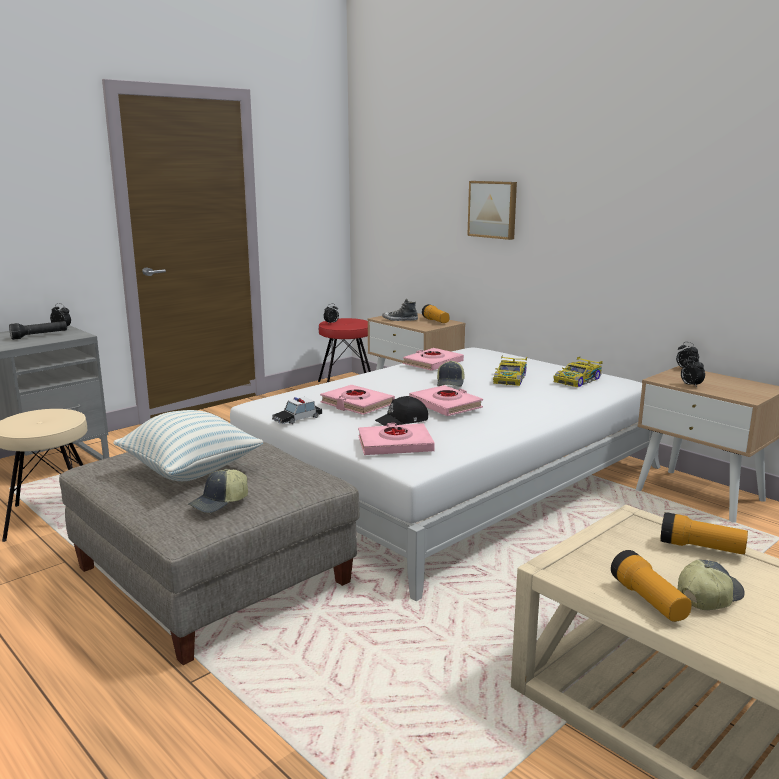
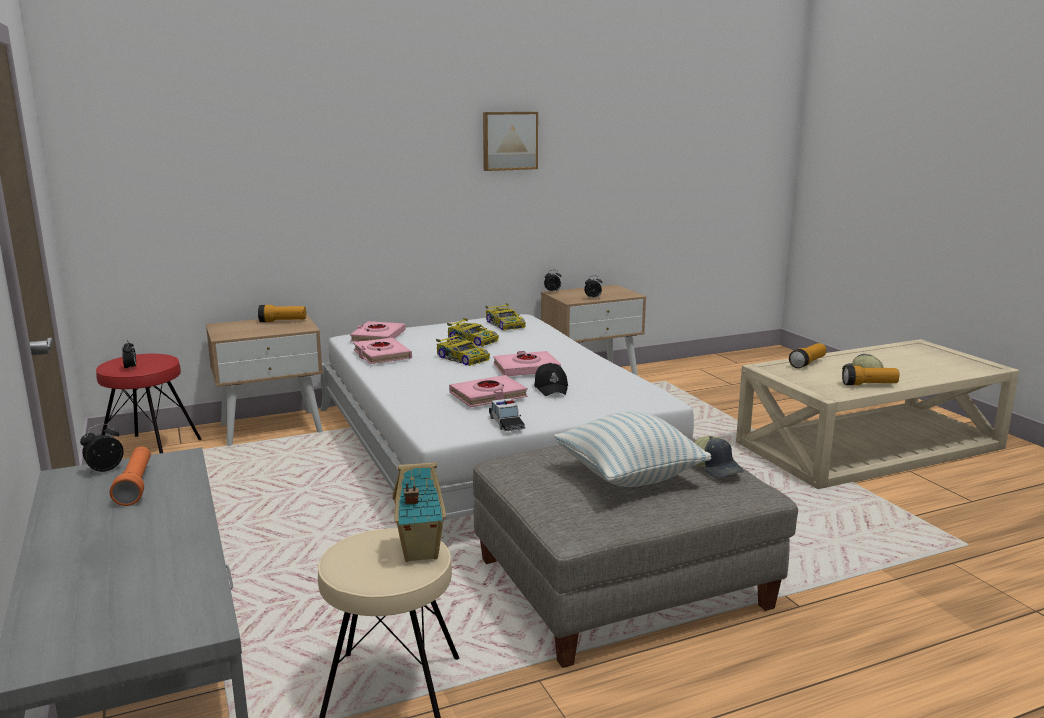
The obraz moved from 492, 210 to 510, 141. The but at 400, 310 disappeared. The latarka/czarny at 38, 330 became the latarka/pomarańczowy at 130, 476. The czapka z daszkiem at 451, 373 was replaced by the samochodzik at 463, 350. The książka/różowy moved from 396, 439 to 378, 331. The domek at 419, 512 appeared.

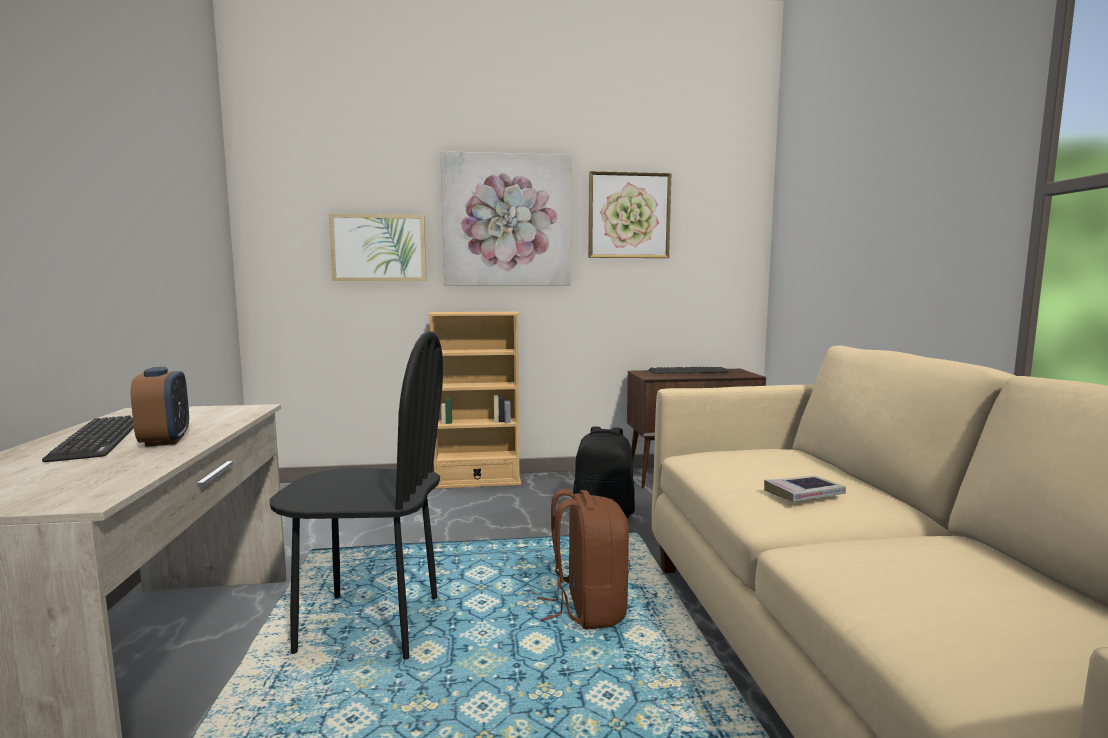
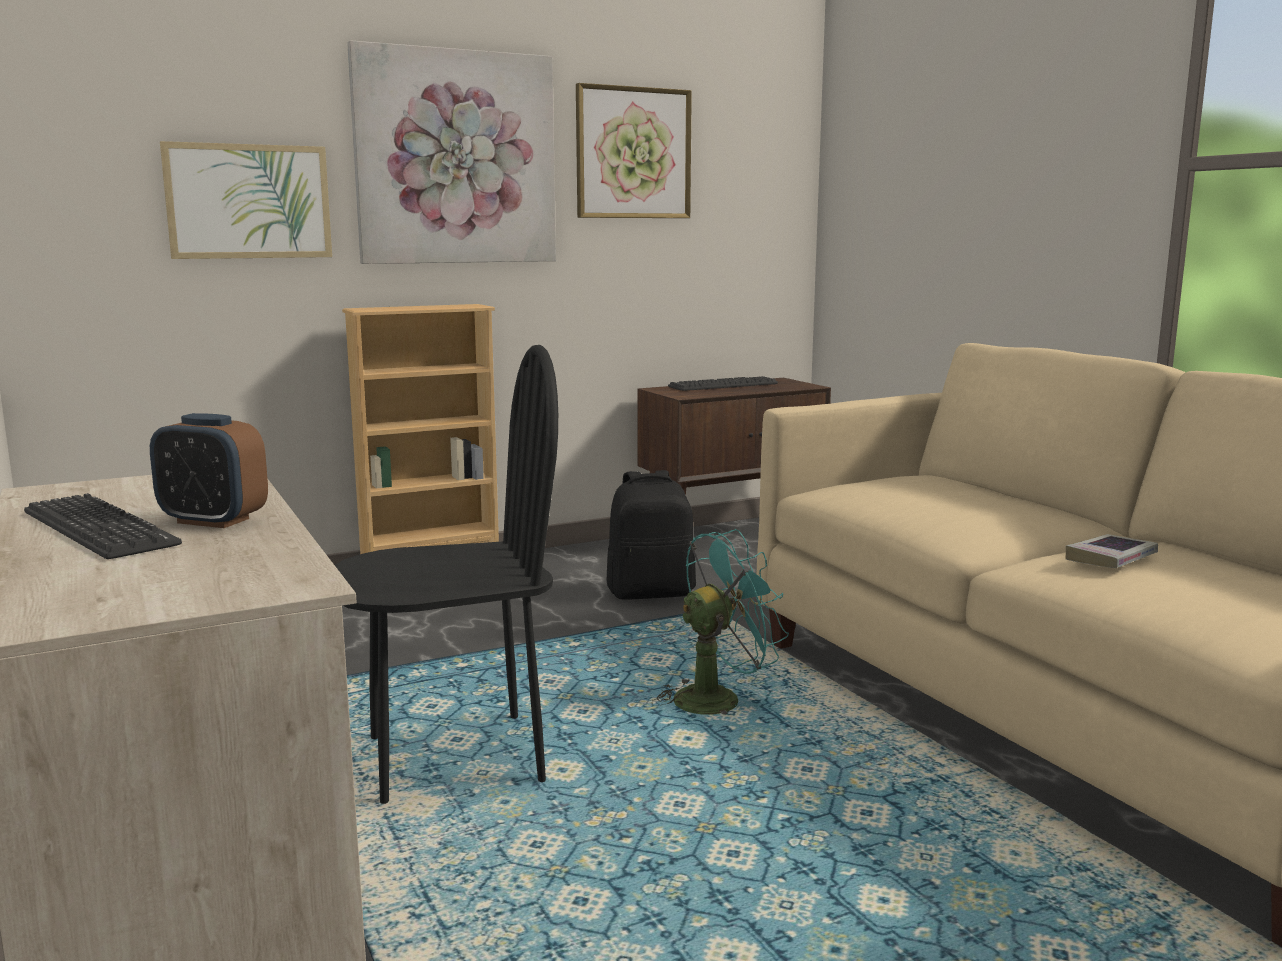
The budzik at 160, 407 turned 150 degrees clockwise. The książka moved from 805, 489 to 1112, 551. The plecak/brązowy at 583, 559 was replaced by the wentylator/turkusowy at 720, 622.

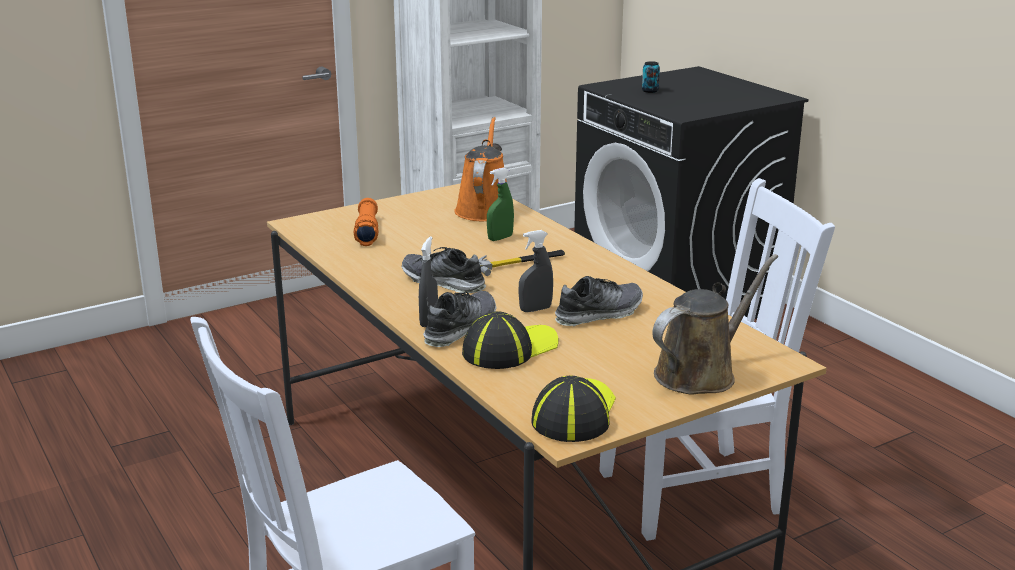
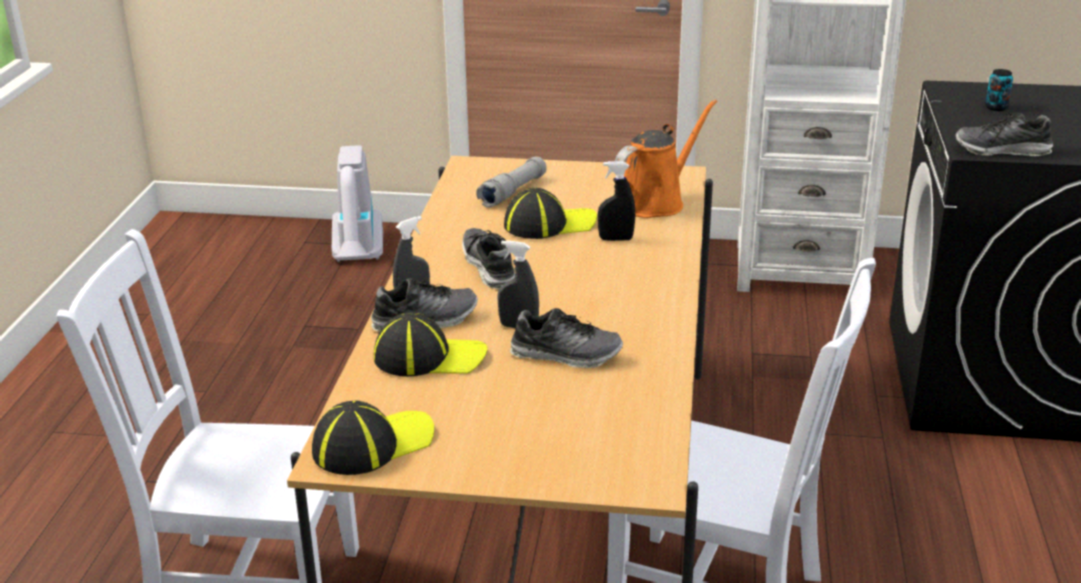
The spryskiwacz/zielony at 500, 204 became the spryskiwacz/czarny at 616, 201. The latarka/pomarańczowy at 366, 222 became the latarka/szary at 511, 182. The młotek at 521, 263 disappeared. The konewka/brązowy at 715, 324 disappeared. The but at 1004, 134 appeared. The odkurzacz at 357, 203 appeared. The czapka z daszkiem at 550, 213 appeared.

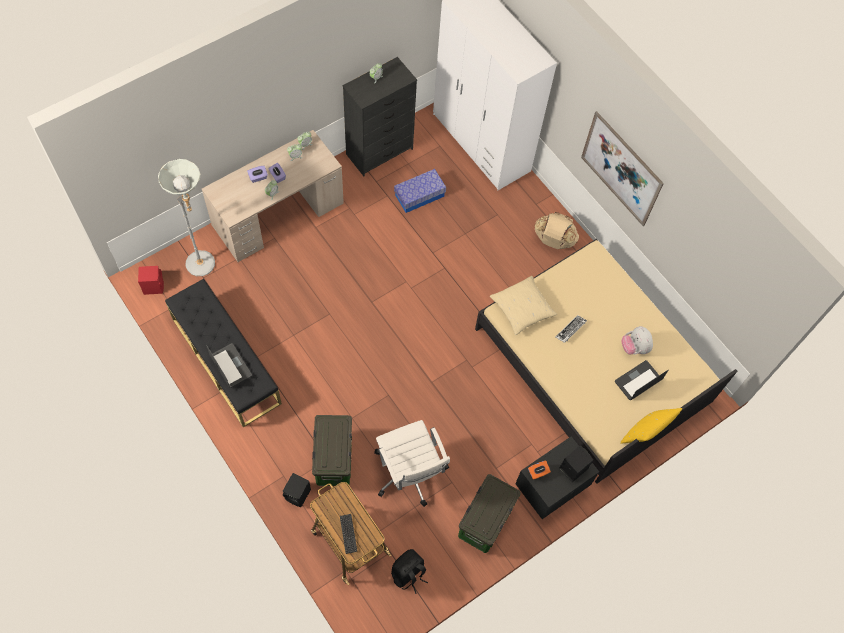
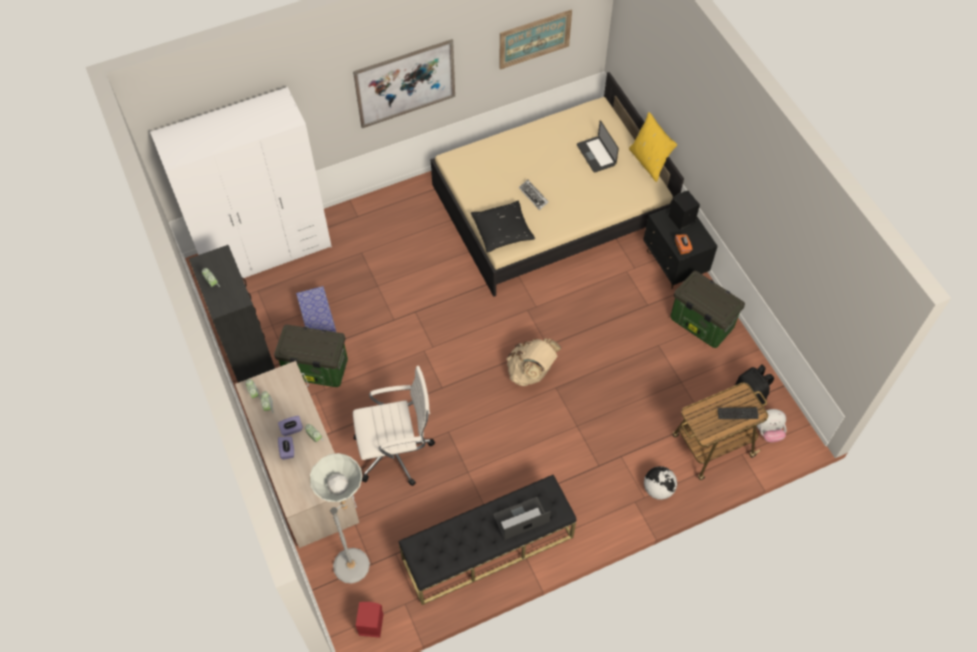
The plecak/beżowy moved from 556, 230 to 533, 362. The poduszka/beżowy at 523, 305 became the poduszka/czarny at 503, 226. The pluszak moved from 637, 340 to 772, 425. The pojemnik do przechowywania moved from 332, 450 to 311, 355. The krzesło biurowe/biały moved from 412, 463 to 394, 426. The głośnik/czarny at 297, 490 was replaced by the globus at 660, 483. The obraz at 535, 40 appeared.

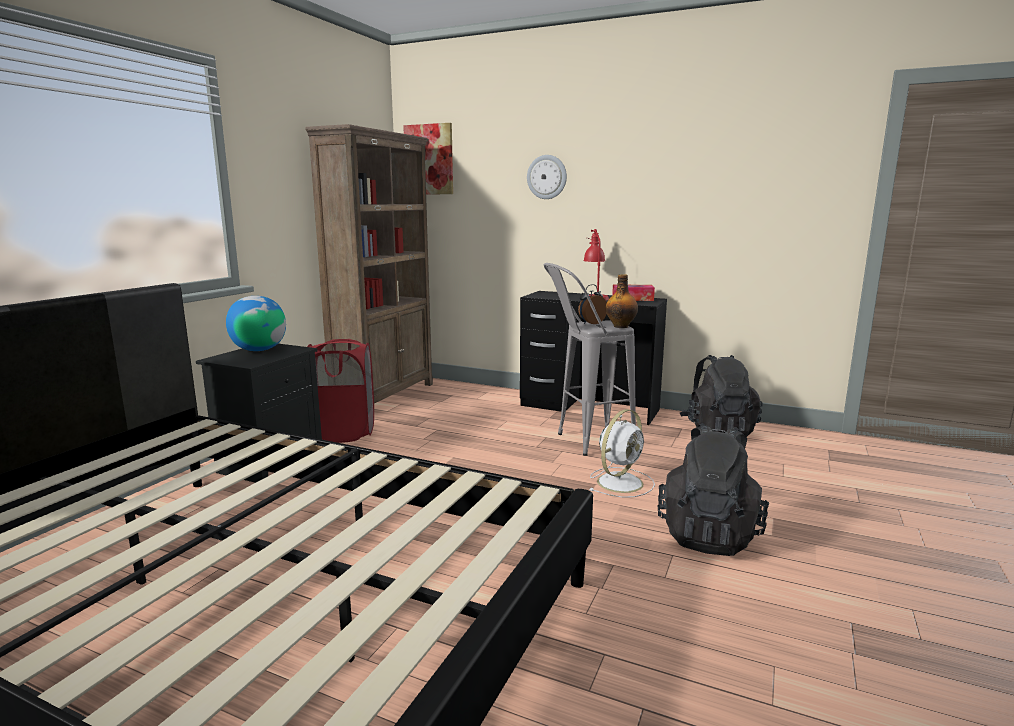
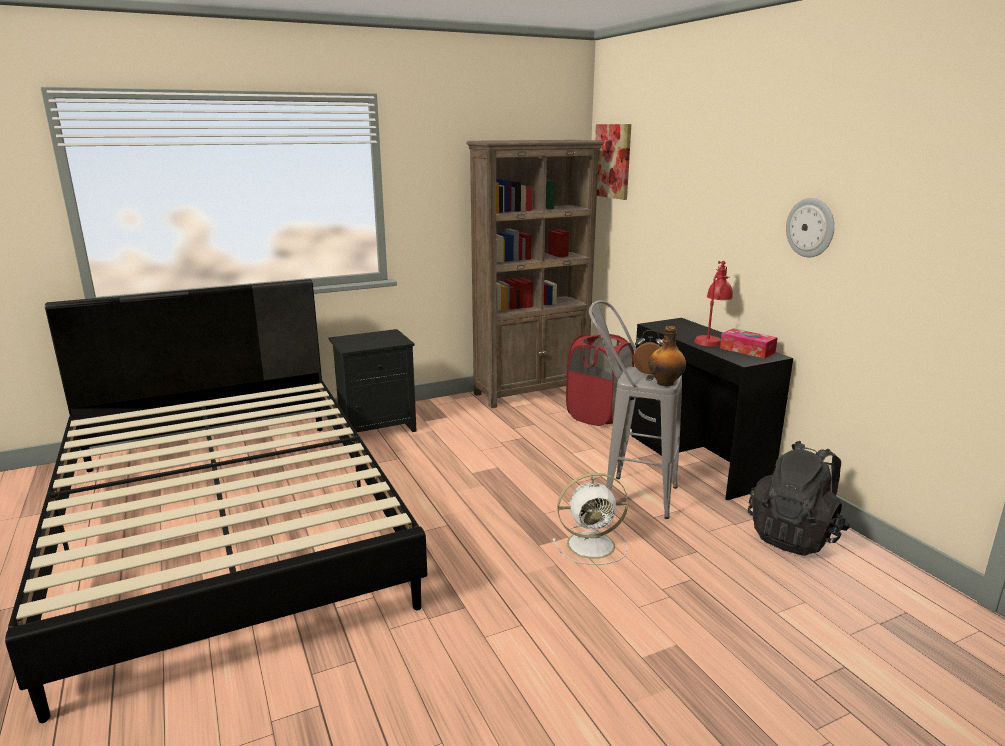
The zegar ścienny moved from 547, 177 to 810, 227. The globus at 256, 323 disappeared. The kosz na pranie/czerwony moved from 340, 391 to 600, 380. The plecak/czarny at 713, 489 disappeared.

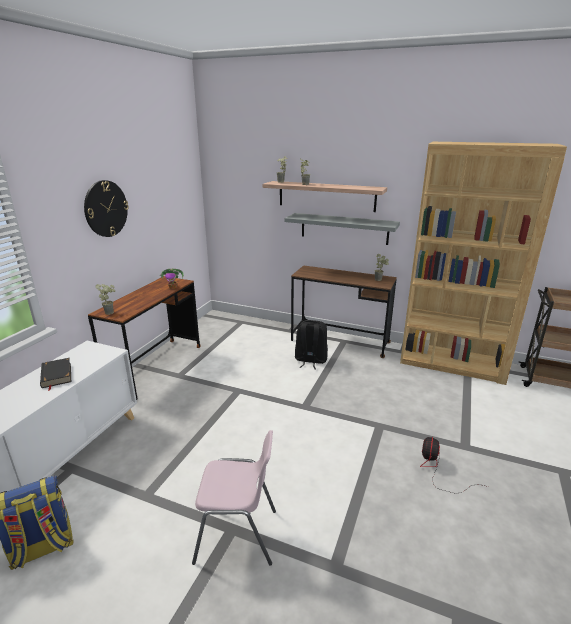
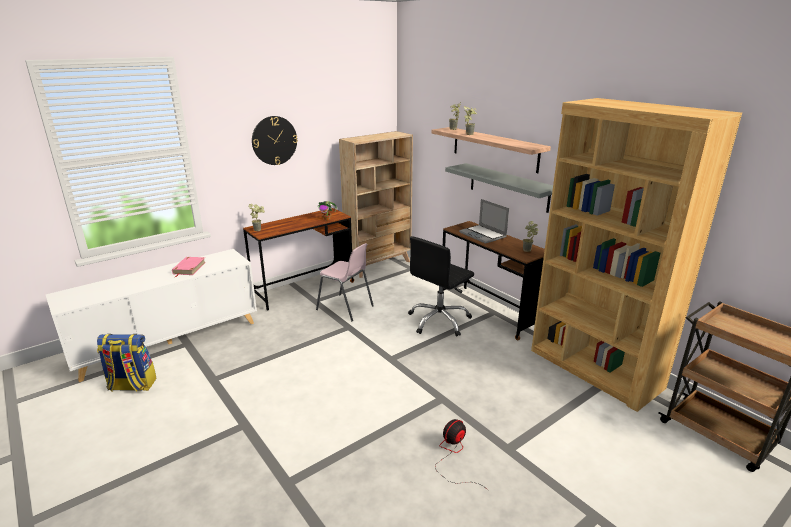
The plecak/czarny at 311, 345 was replaced by the krzesło biurowe/czarny at 441, 286. The książka/czarny at 55, 374 became the książka/różowy at 189, 267. The krzesło/różowy moved from 234, 498 to 345, 282. The regał/beżowy at 376, 204 appeared. The laptop at 484, 221 appeared.

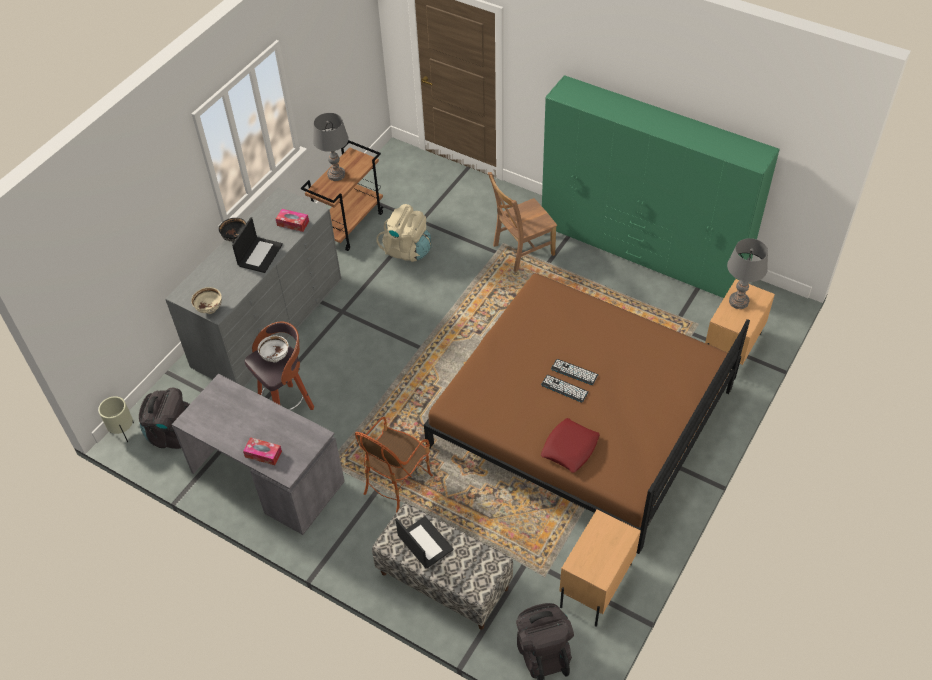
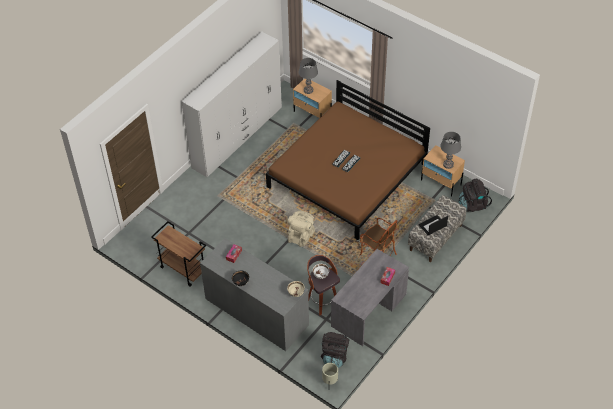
The szafa/zielony at 661, 186 became the szafa/biały at 231, 104. The lampa stołowa/szary moved from 331, 147 to 450, 150. The krzesło/brązowy at 522, 222 disappeared. The plecak/beżowy moved from 403, 233 to 301, 229. The laptop at 257, 245 disappeared. The poduszka/czerwony at 570, 445 disappeared.

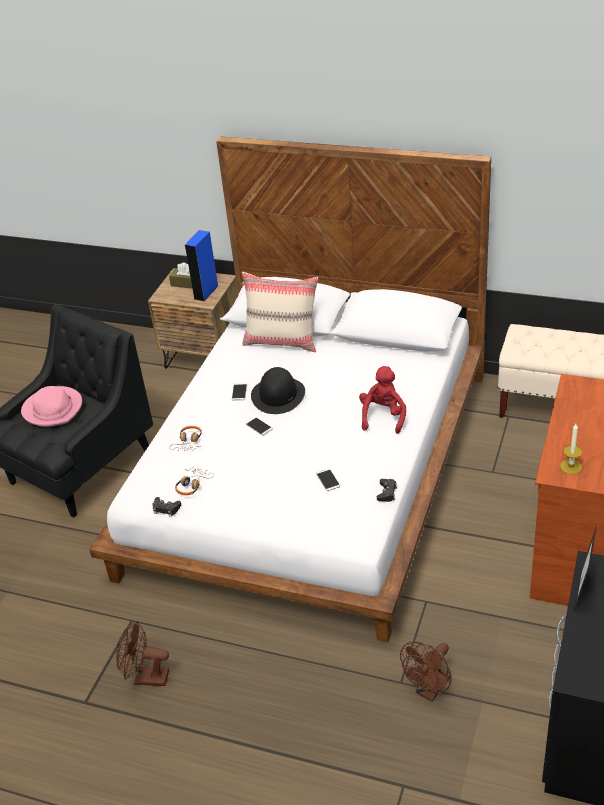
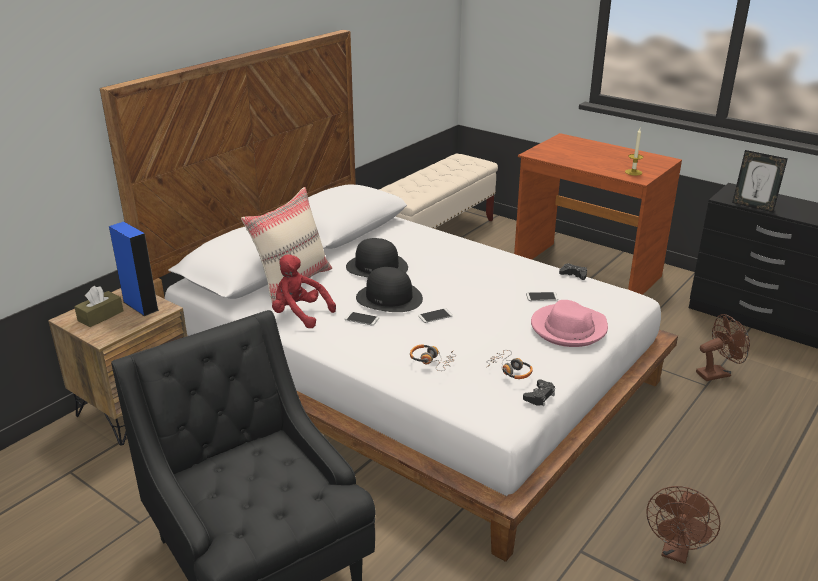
The pluszak/czerwony moved from 382, 400 to 304, 291. The kapelusz/różowy moved from 51, 406 to 569, 323. The wentylator/brązowy at 425, 672 turned 75 degrees counterclockwise. The kapelusz/czarny at 377, 257 appeared.

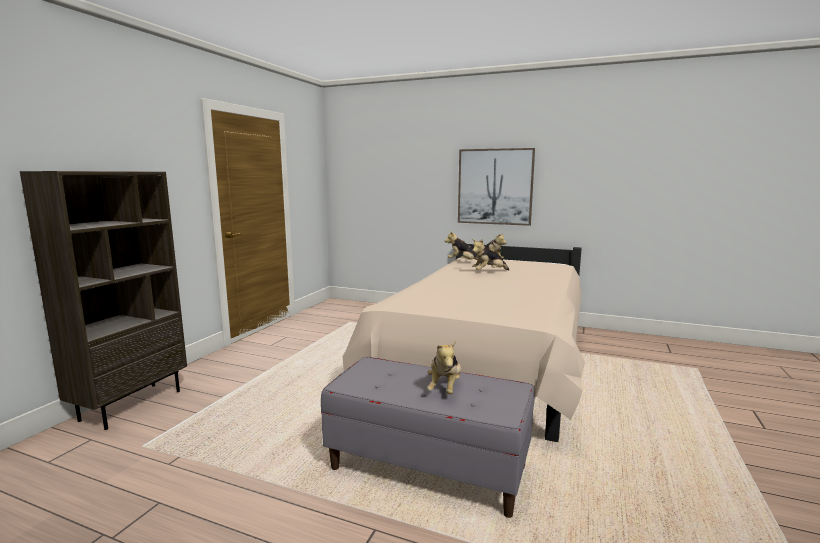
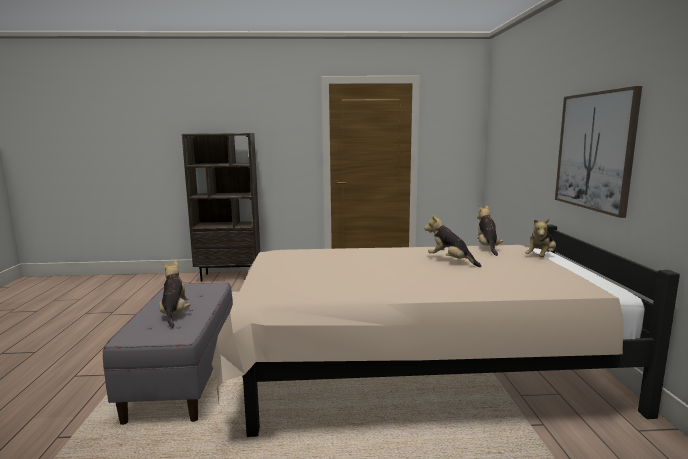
The pluszak at 444, 367 turned 90 degrees clockwise.

